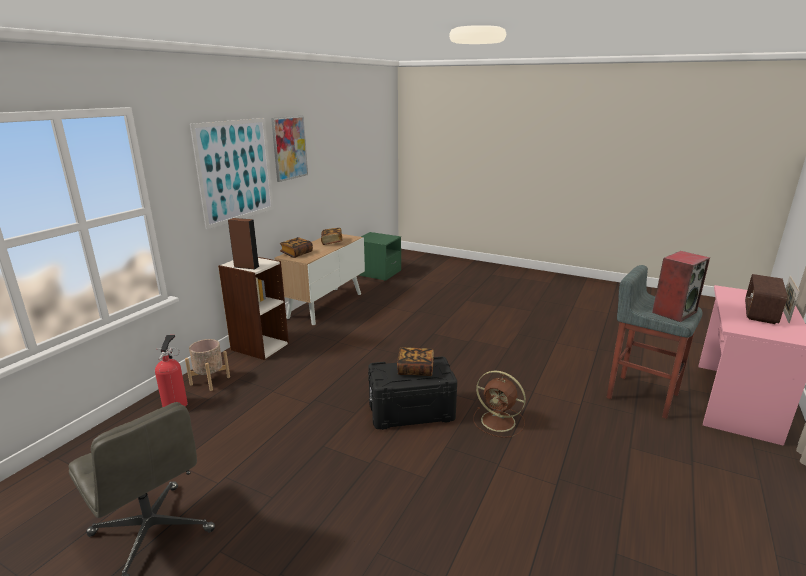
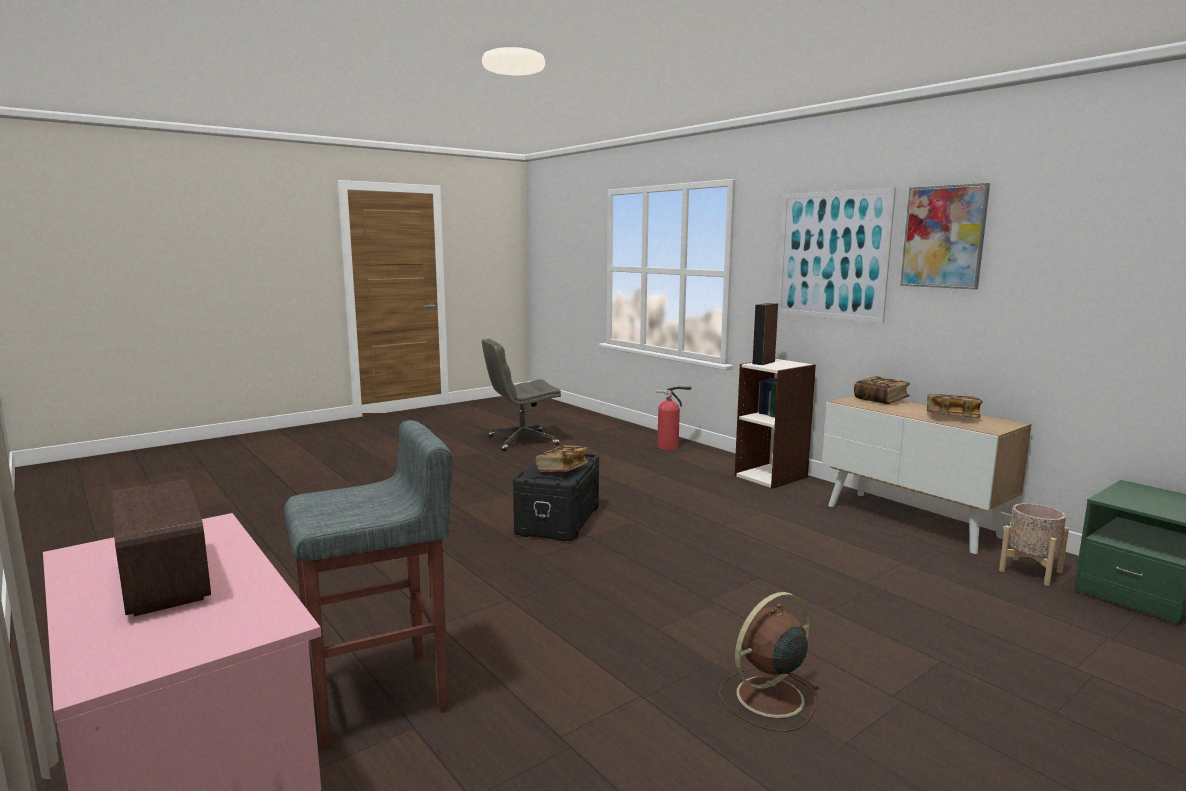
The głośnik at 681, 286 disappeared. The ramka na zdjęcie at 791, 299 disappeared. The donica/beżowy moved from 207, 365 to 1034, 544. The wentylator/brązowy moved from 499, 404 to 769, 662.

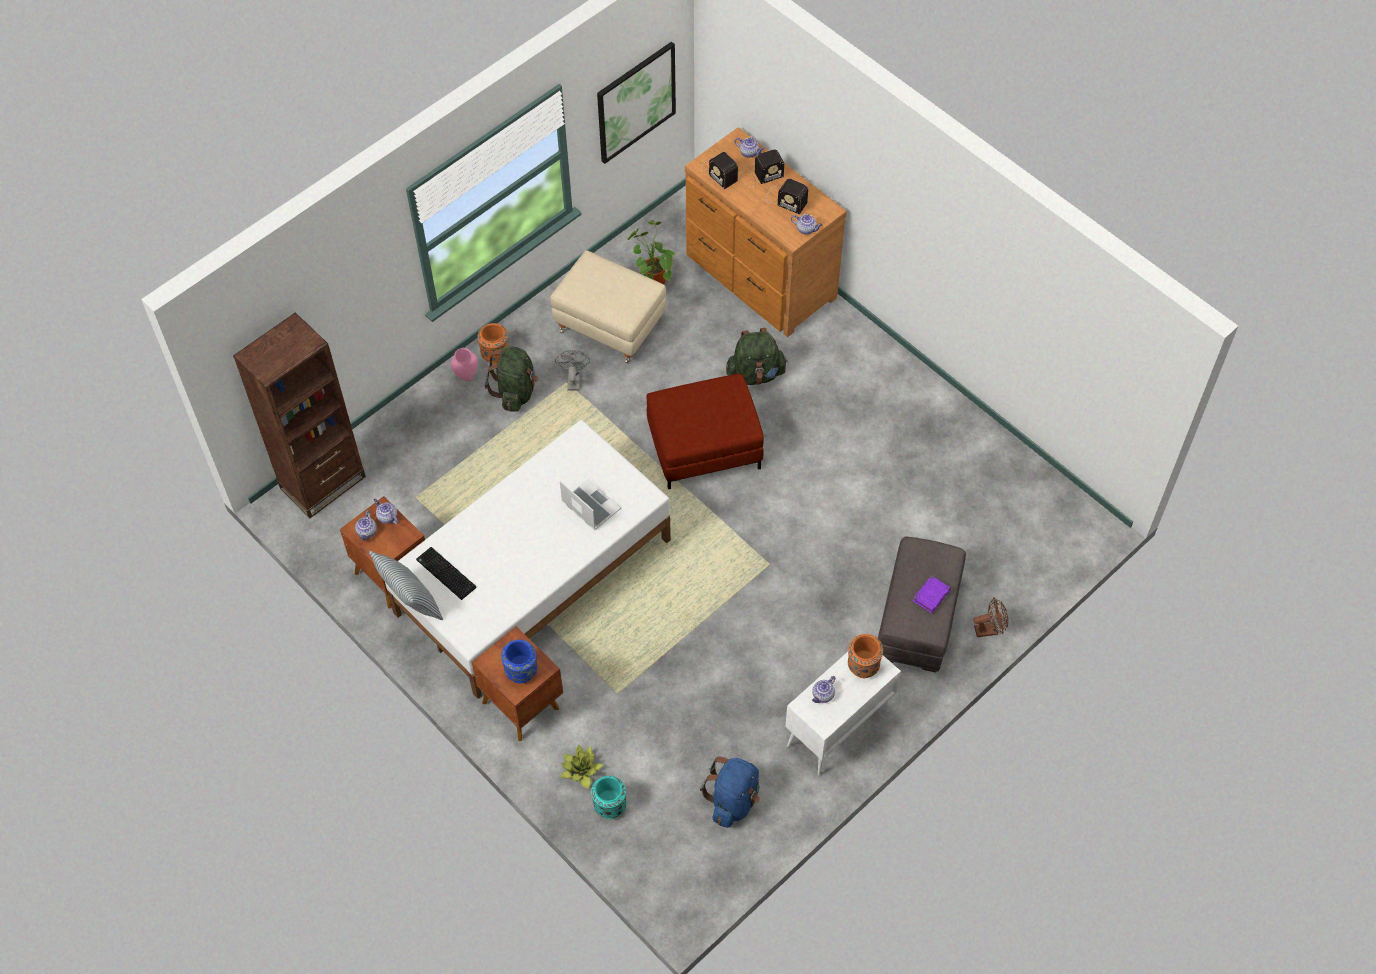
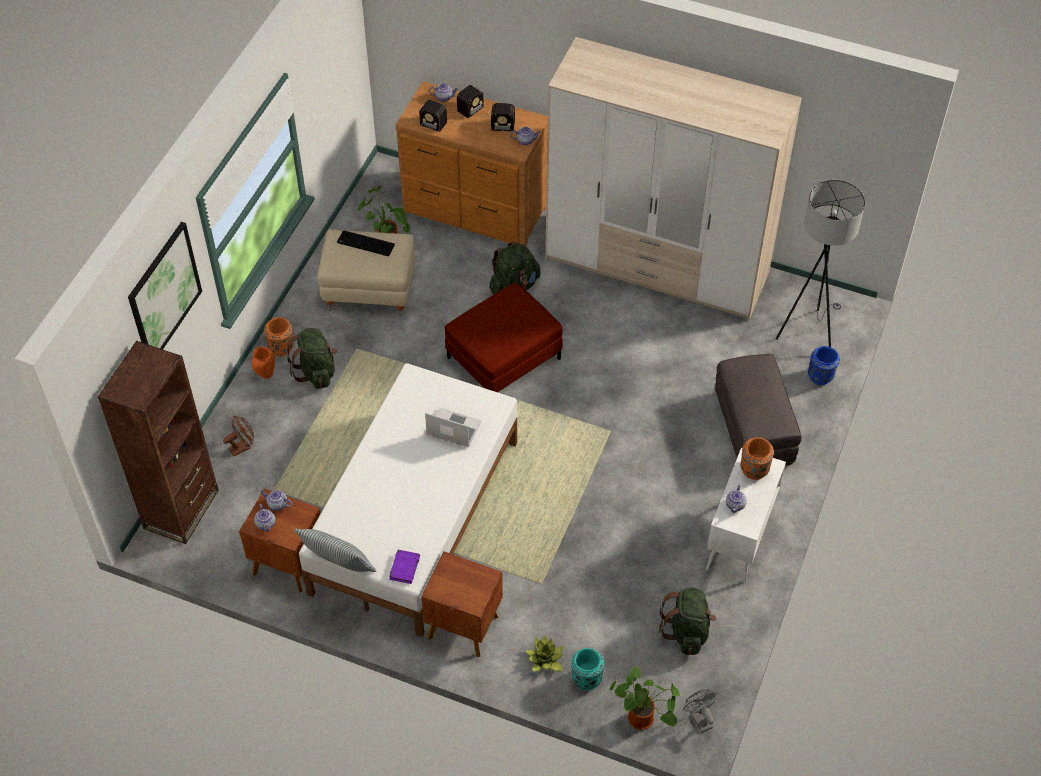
The obraz moved from 636, 103 to 165, 285. The wazon/różowy at 464, 365 became the wazon/pomarańczowy at 263, 362. The wentylator/szary moved from 572, 370 to 700, 711. The klawiatura moved from 446, 573 to 366, 243. The książka/fioletowy moved from 932, 594 to 404, 567. The wentylator/brązowy moved from 990, 617 to 238, 436. The wazon/niebieski moved from 519, 661 to 824, 365. The plecak/niebieski at 730, 792 became the plecak/zielony at 687, 621. The szafa at 673, 179 appeared. The lampa stojąca/szary at 820, 263 appeared. The roślina doniczkowa at 644, 698 appeared.

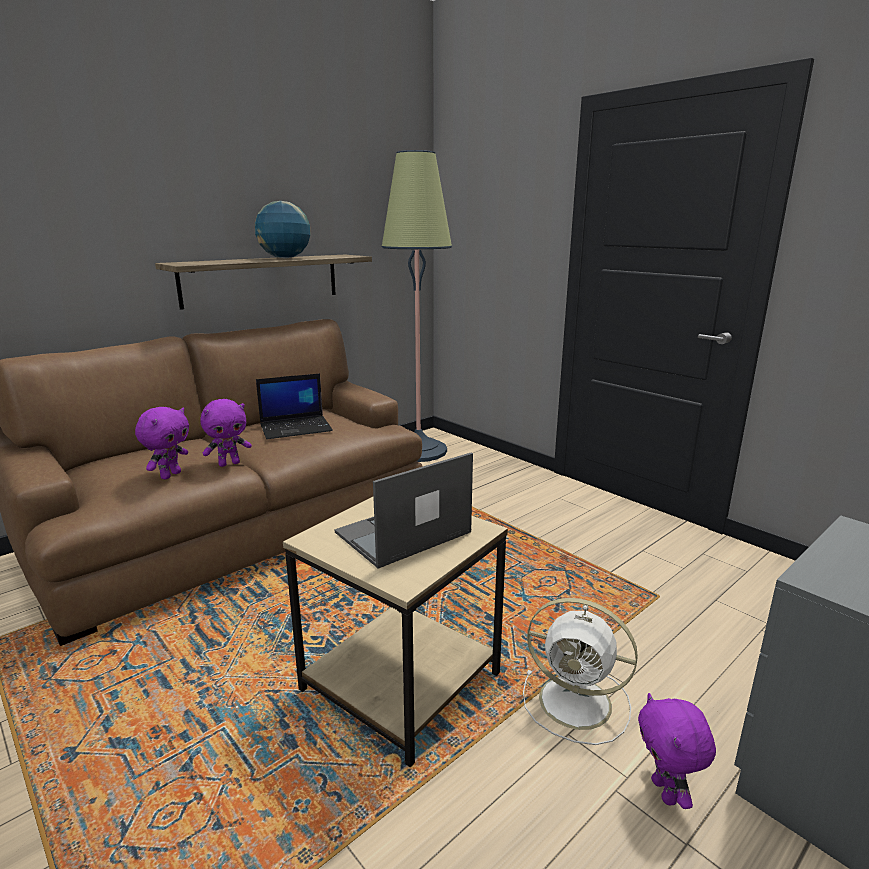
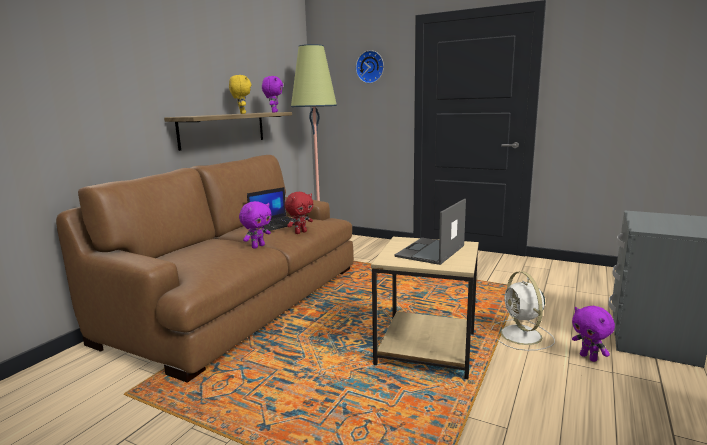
The globus at 282, 230 was replaced by the pluszak/żółty at 240, 94. The pluszak/fioletowy moved from 162, 443 to 272, 94. The wentylator/biały at 580, 671 turned 75 degrees clockwise. The zegar ścienny at 370, 66 appeared. The pluszak/czerwony at 299, 213 appeared.

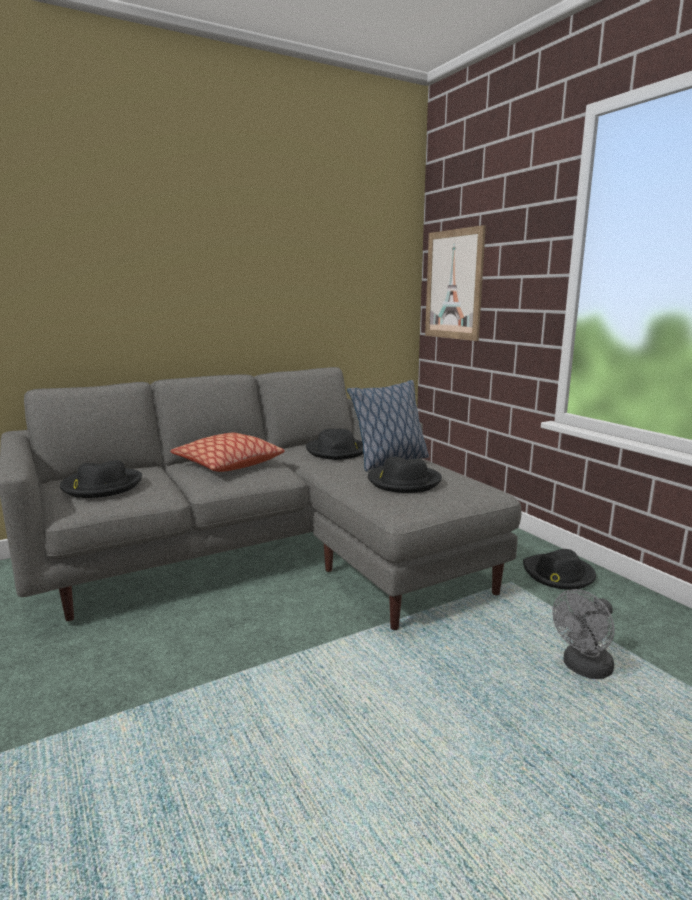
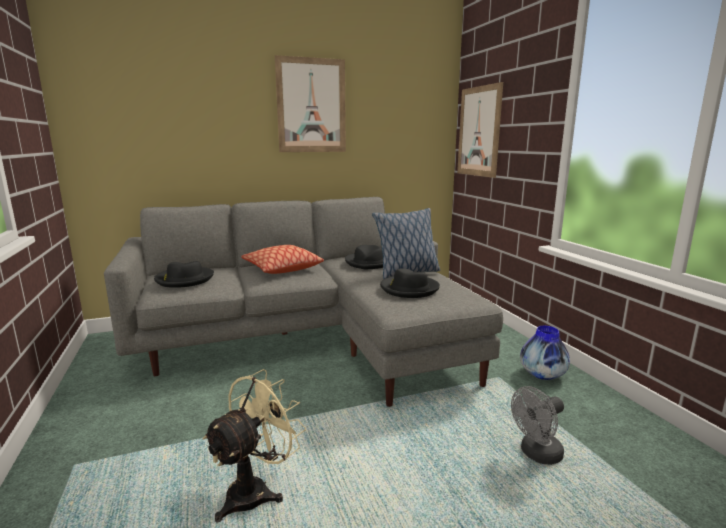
The kapelusz/czarny at 559, 569 was replaced by the wazon at 545, 353. The obraz at 310, 103 appeared. The wentylator/beżowy at 254, 446 appeared.

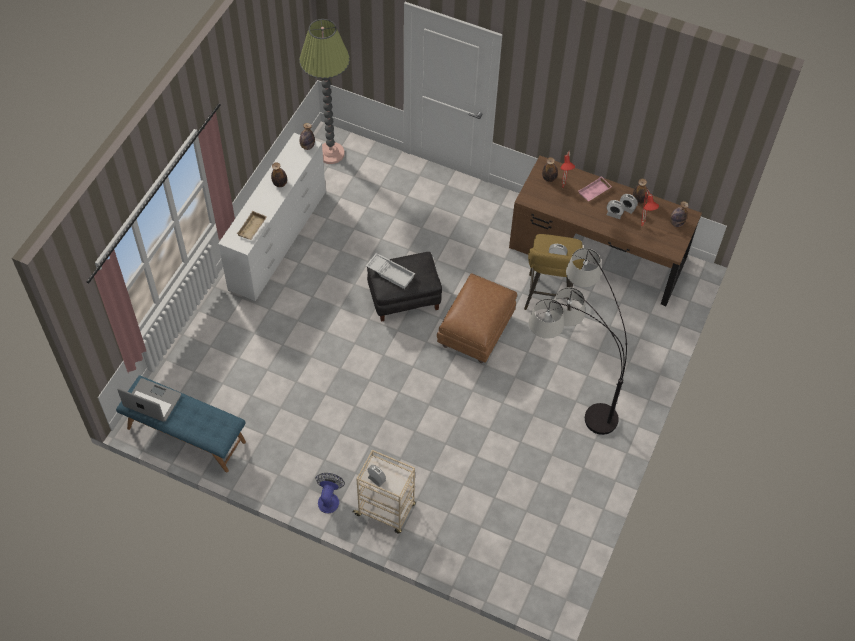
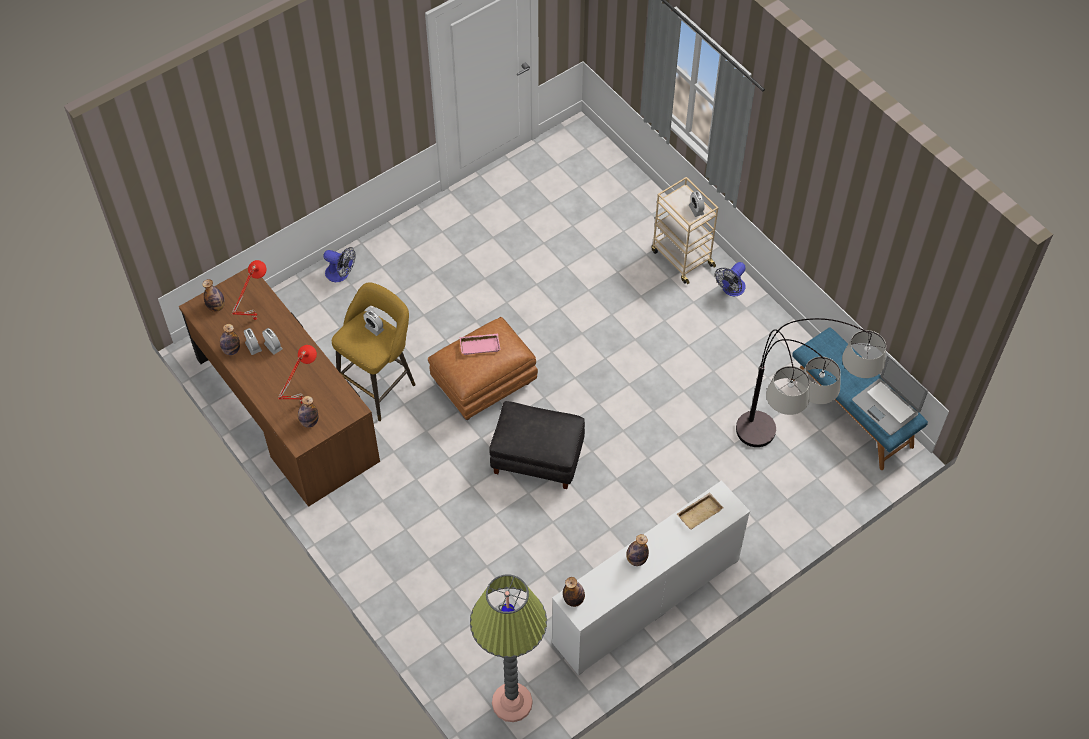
The taca/różowy moved from 595, 189 to 479, 344. The lampa stojąca moved from 578, 341 to 811, 382. The taca/biały at 390, 271 disappeared. The wentylator at 339, 264 appeared.

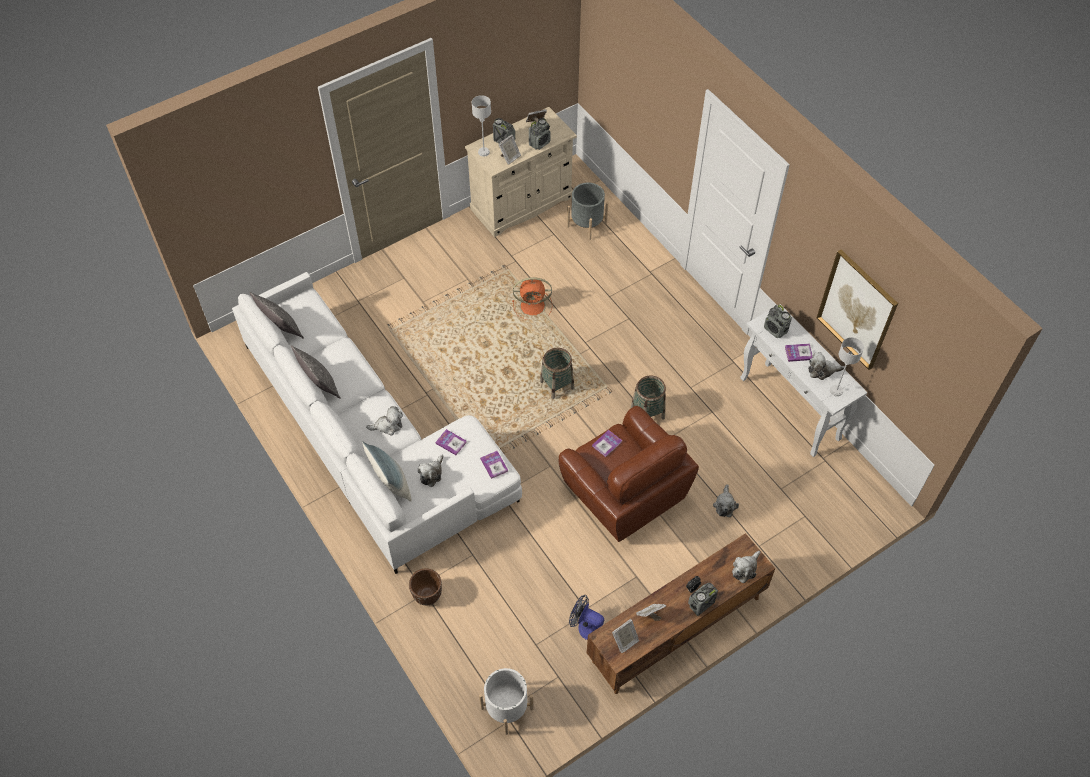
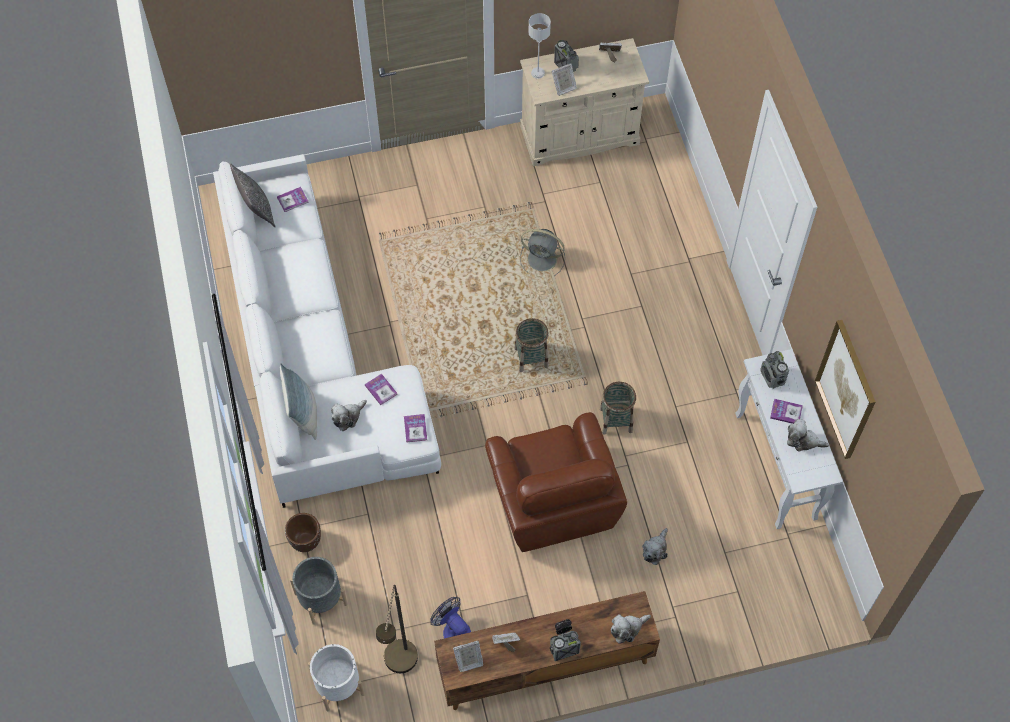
The radio at 539, 134 disappeared. The donica/szary moved from 587, 211 to 319, 591. The wentylator/pomarańczowy at 532, 298 became the wentylator/szary at 542, 252. The lampa stołowa/szary at 847, 367 disappeared. The poduszka at 316, 372 disappeared. The pluszak at 384, 420 disappeared. The książka moved from 607, 443 to 293, 199. The lampa stojąca/brązowy at 397, 629 appeared.

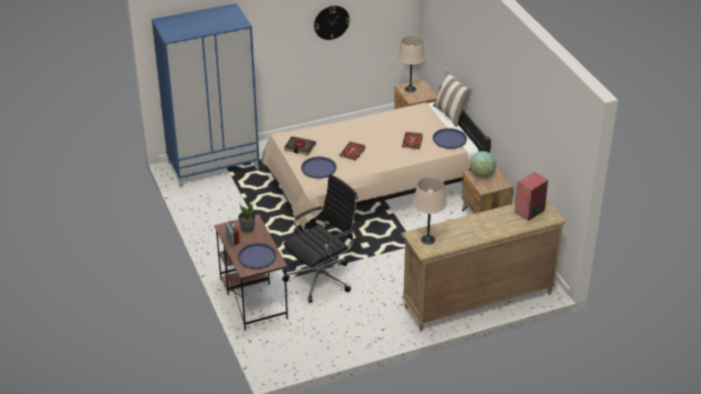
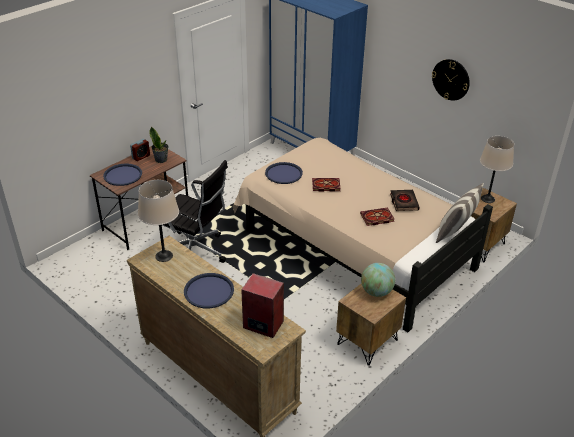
The taca/niebieski moved from 450, 138 to 209, 290. The książka/czarny moved from 300, 145 to 405, 200.

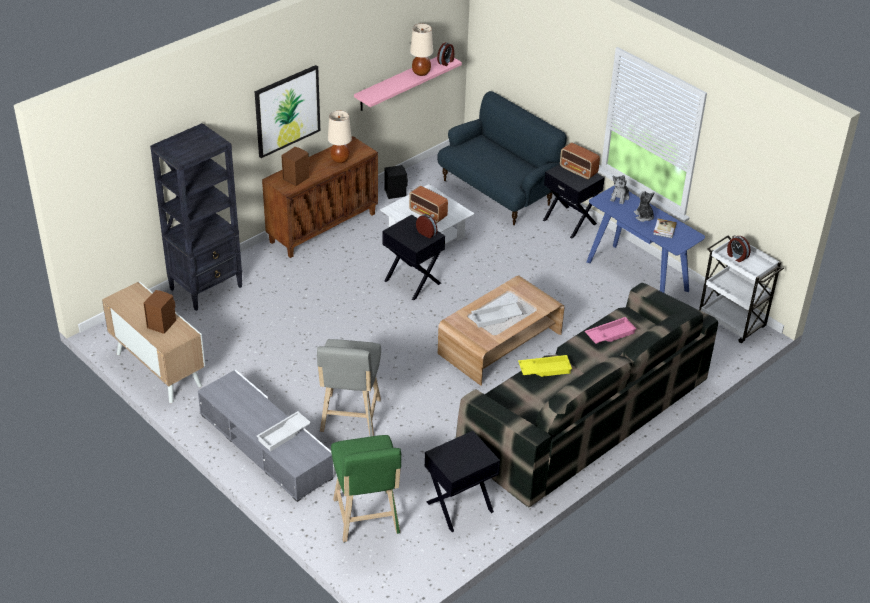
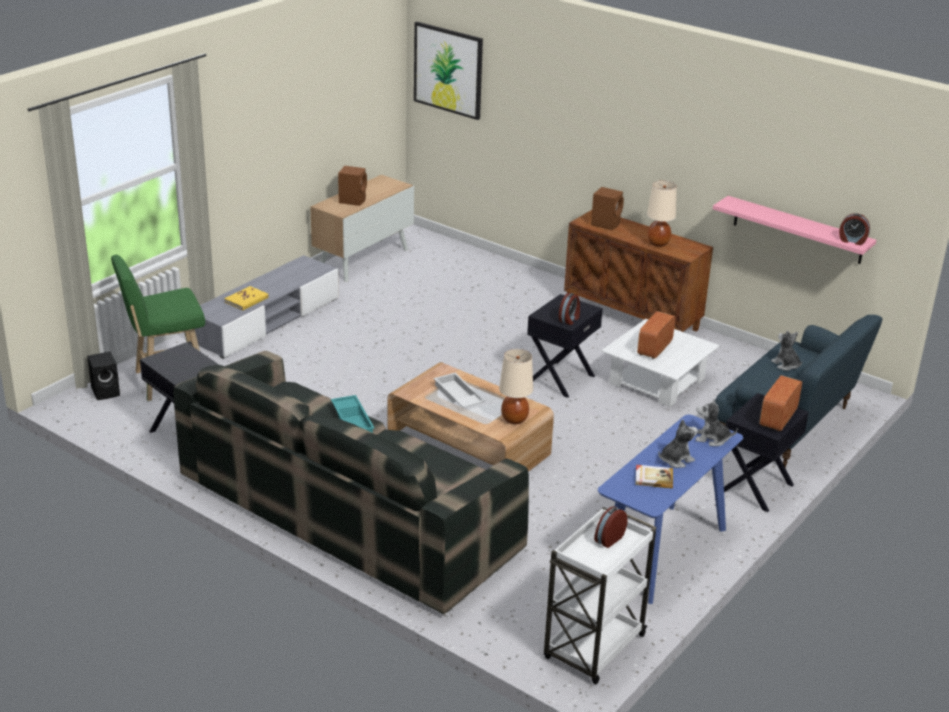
The lampa stołowa/beżowy moved from 421, 50 to 516, 386. The obraz moved from 287, 111 to 448, 71. The regał/czarny at 196, 217 disappeared. The głośnik/czarny moved from 396, 182 to 103, 375. The taca/różowy at 611, 330 disappeared. The stołek/szary at 349, 387 disappeared. The taca/żółty at 545, 366 became the taca/turkusowy at 352, 414. The taca/biały at 284, 431 was replaced by the książka/żółty at 246, 298. The pluszak at 786, 351 appeared.

